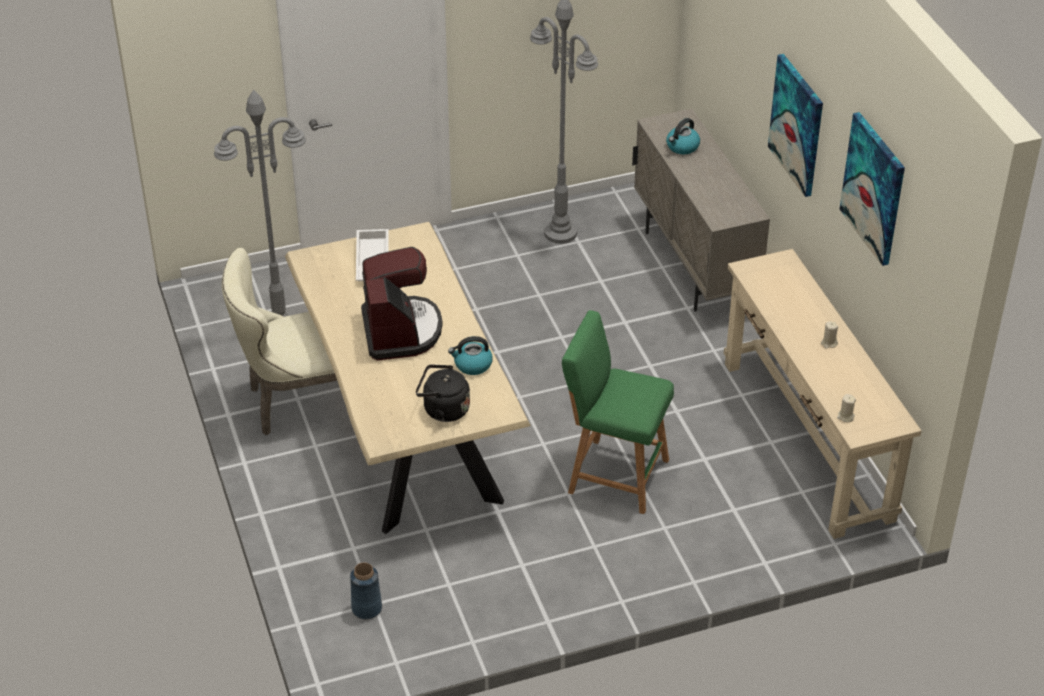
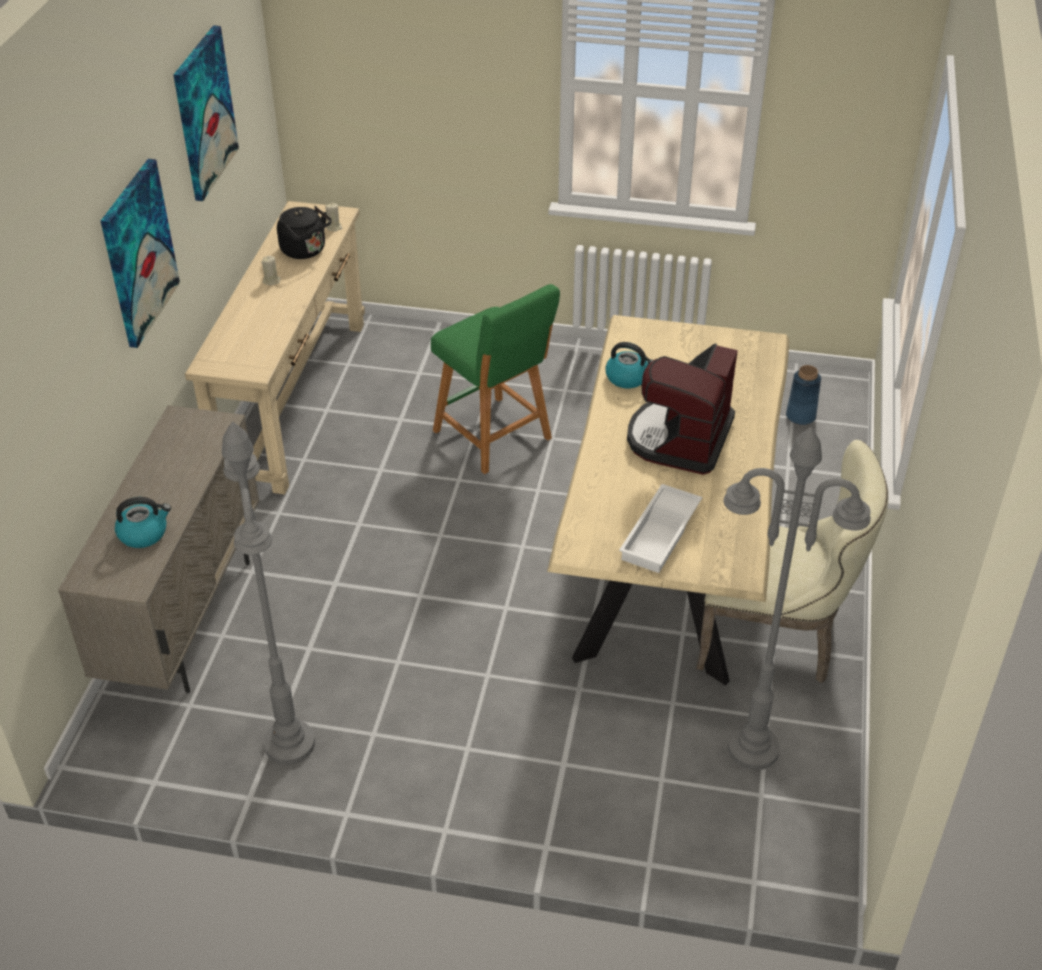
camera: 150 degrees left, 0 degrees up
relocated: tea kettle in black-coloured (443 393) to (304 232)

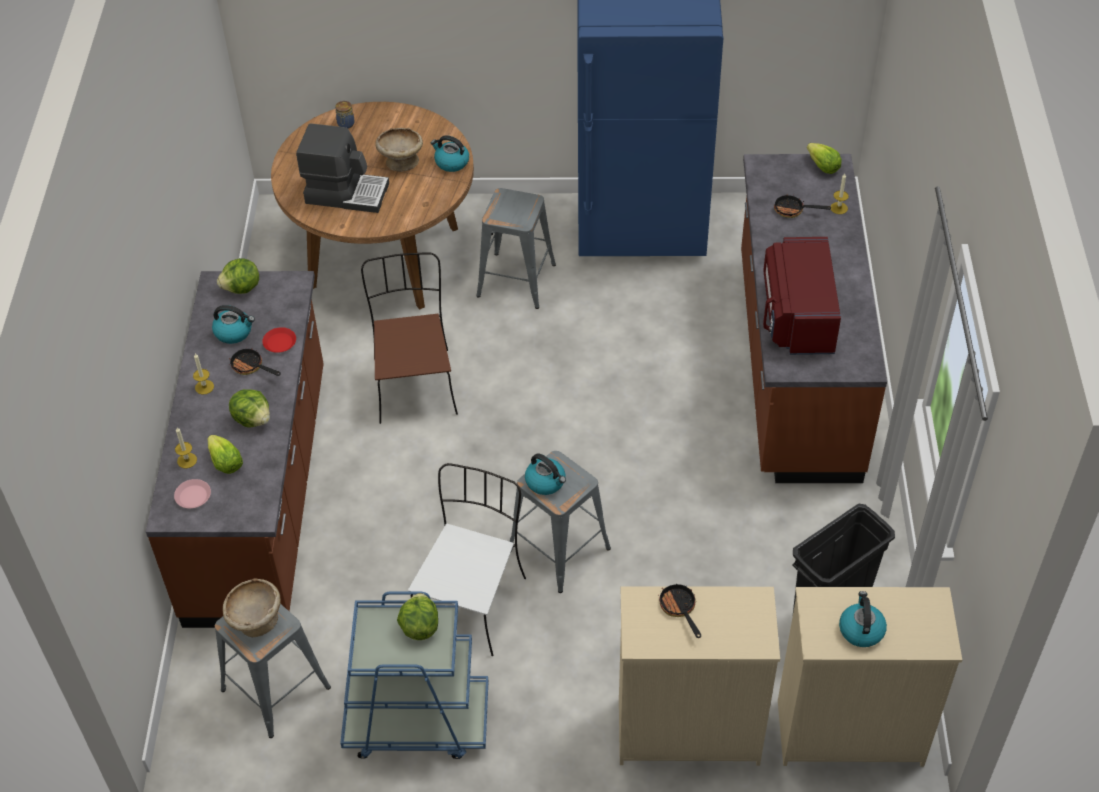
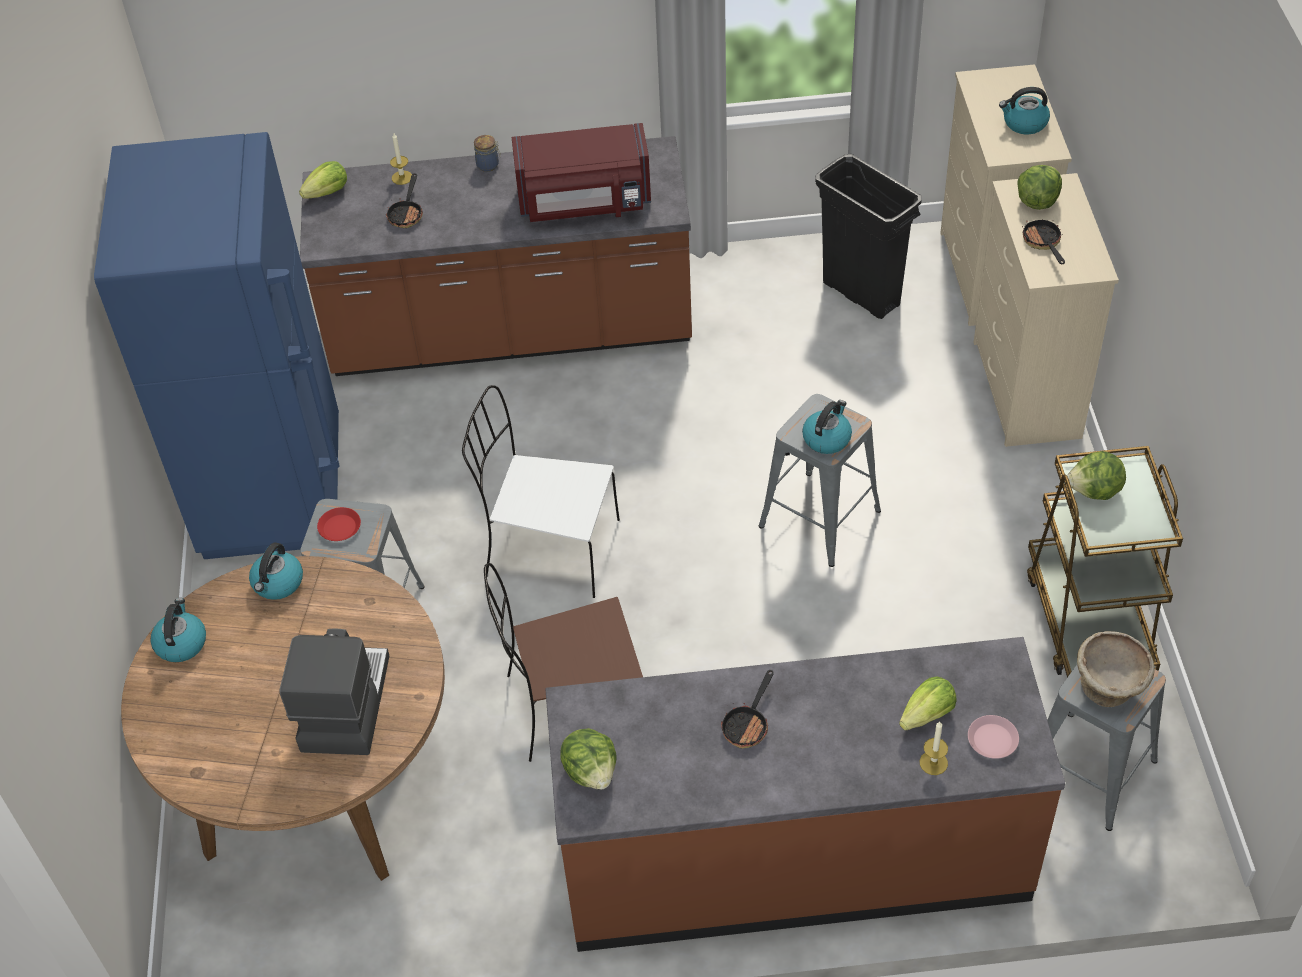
camera: 95 degrees left, 0 degrees up
missing: wax light (203 374); deep dish in sand-coloured (399 150)
relocated: tea kettle (233 324) to (178 630); lettuce (249 408) to (1039 187); plate in red (279 340) to (339 524); preserve jar (344 115) to (487 153); chair in white (467 559) to (541 491)
colour: cart in blue-coloured (414 675) to cart in brown (1105 561)
spun: pan (679 611) = (1043 241) 105 degrees clockwise

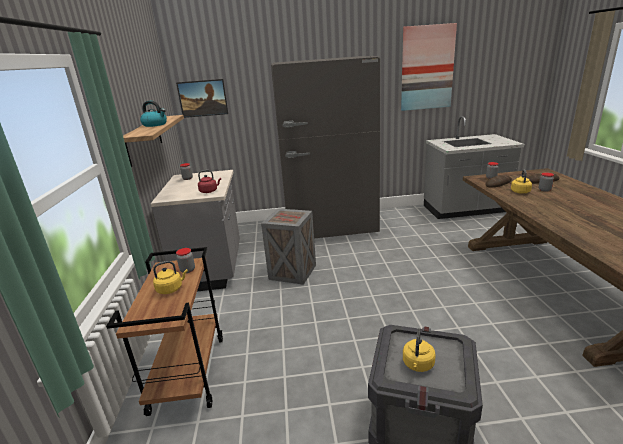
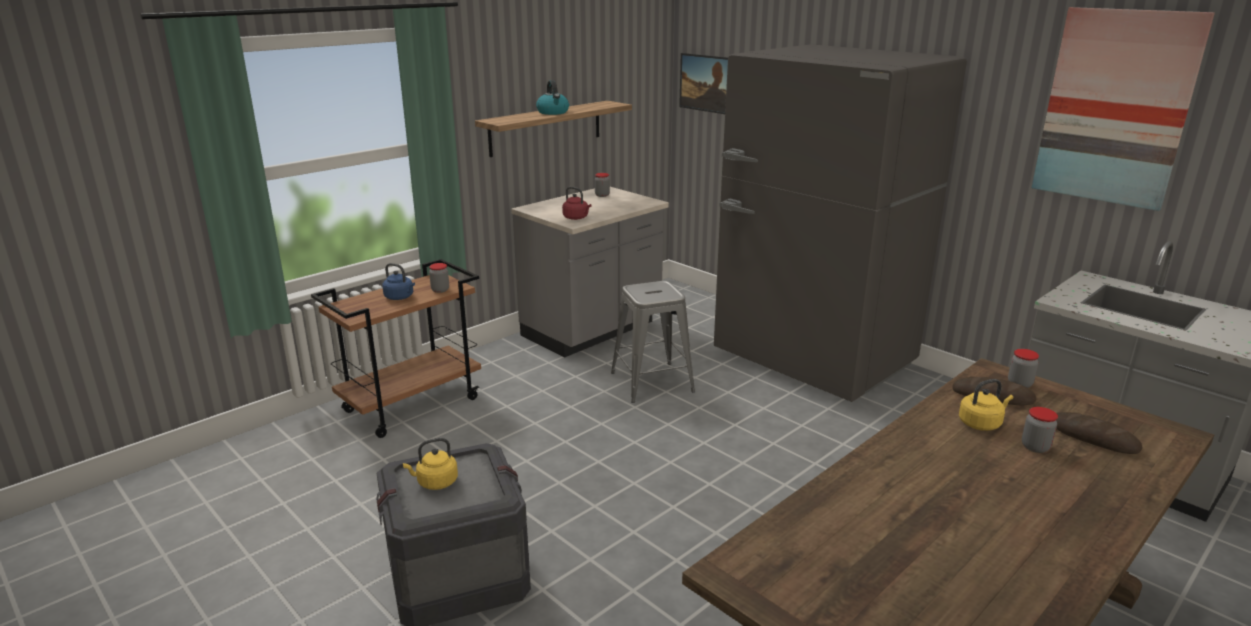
camera: 50 degrees right, 0 degrees up
exchanged: shipping crate (288 246) to sitting stool in greyish (653 342)
colour: tea kettle in yellow (170 277) to tea kettle in blue-coloured (398 281)

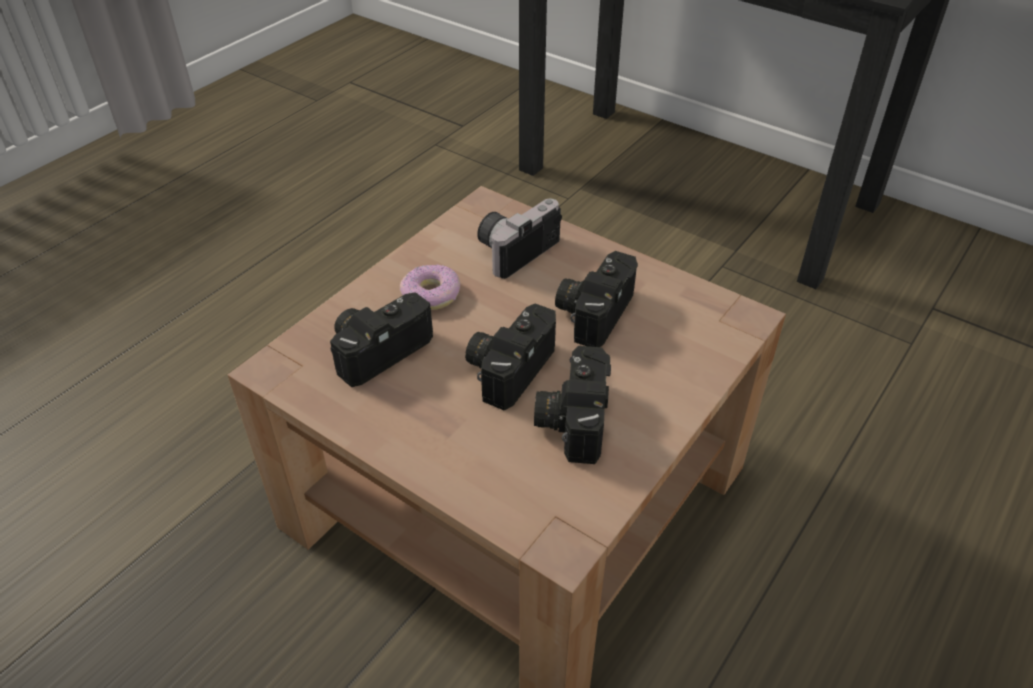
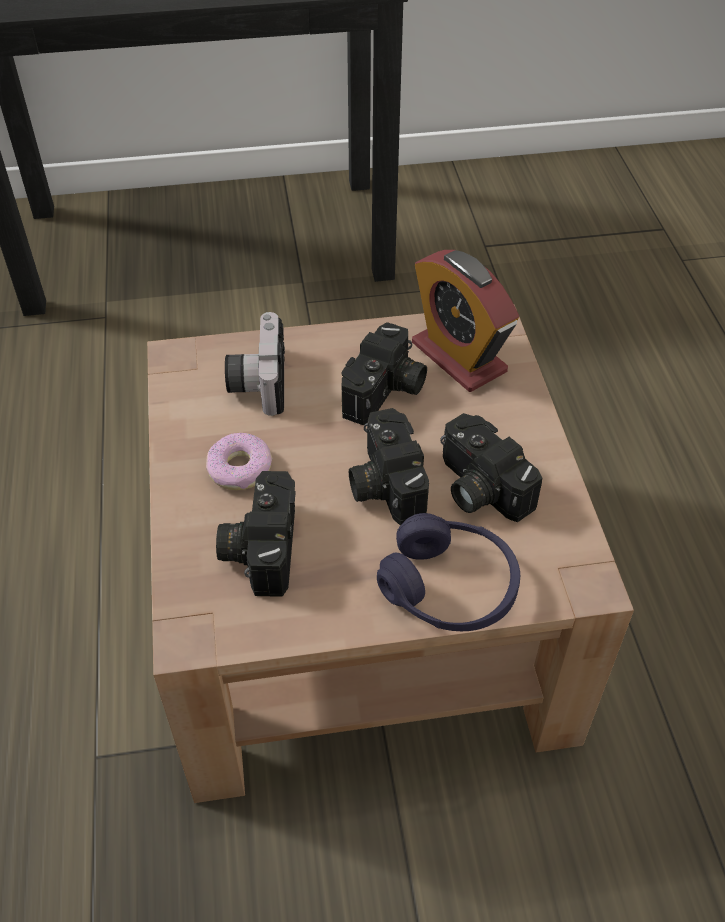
camera: 45 degrees left, 5 degrees up
appeared: pair of headphones in purple-coloured (448 572); bedside clock (465 321)
spun: still camera (596 299) = (384 373) 135 degrees counterclockwise

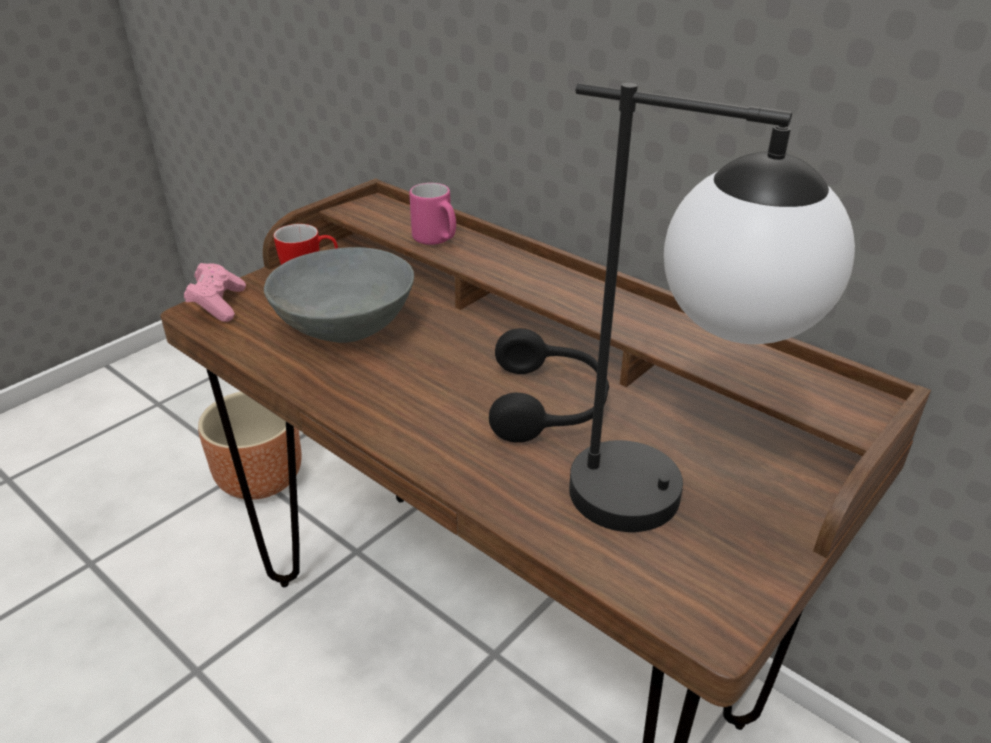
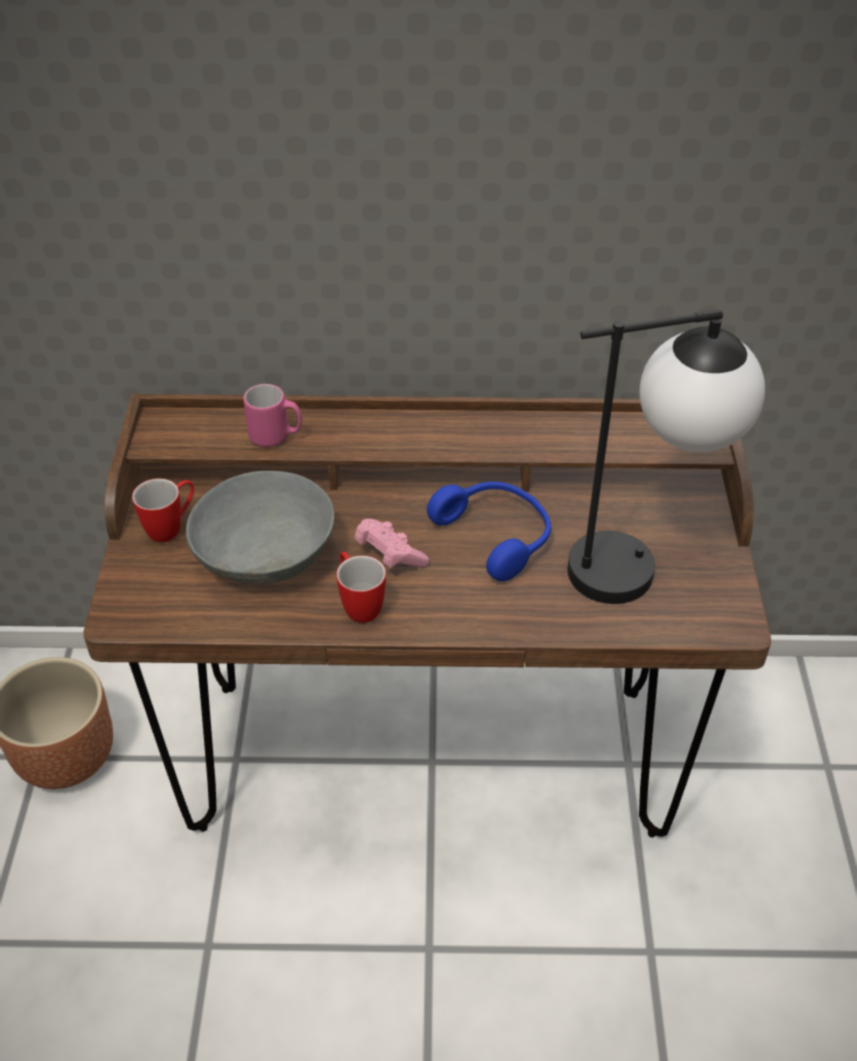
camera: 40 degrees left, 10 degrees up
appeared: tea mug (361 587)
relocated: game controller in pinkish (215 292) to (391 543)
colour: pair of headphones in black-coloured (549 385) to pair of headphones in blue-coloured (489 531)

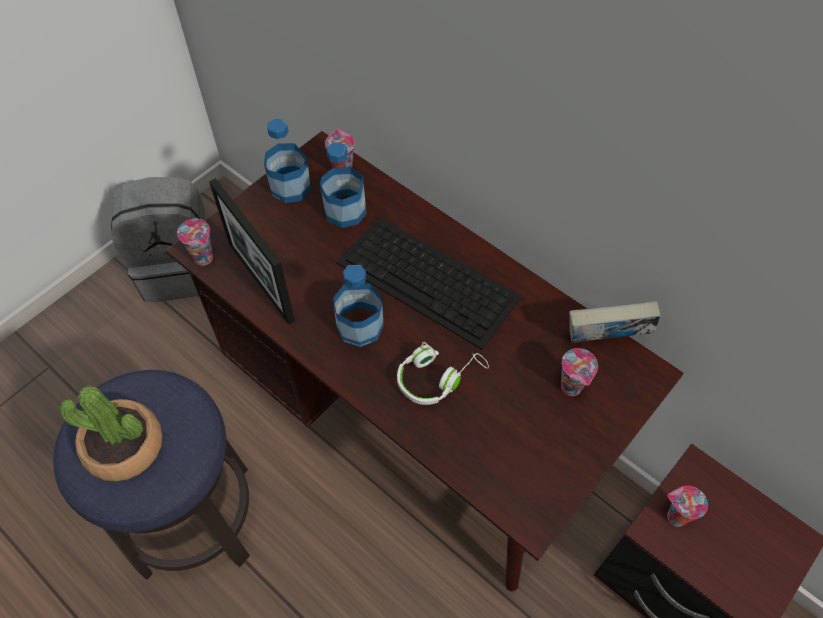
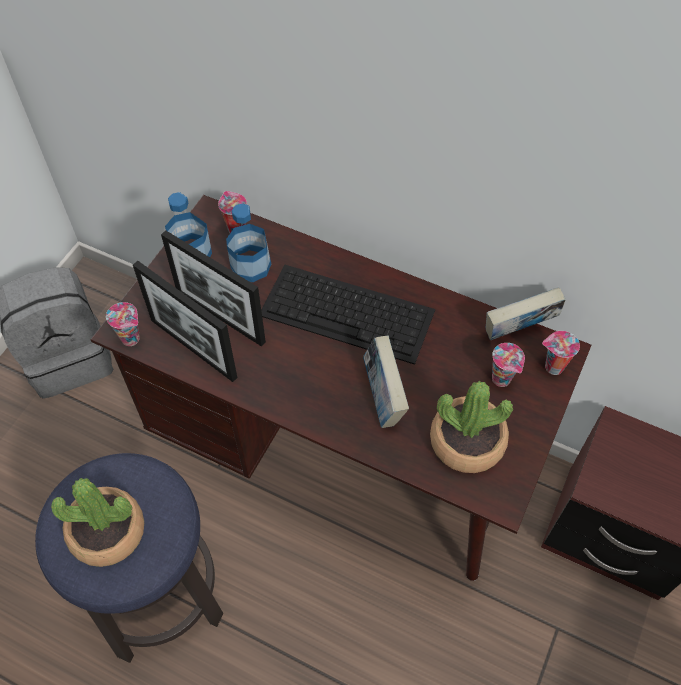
camera: 15 degrees left, 0 degrees up
missing: beverage bottle (358 306)
appeared: standing frame (213 288); potted plant (471 427)
relocated: cup (687 506) to (561 353)
exchanged: pair of headphones in white (443 373) to book (386 382)

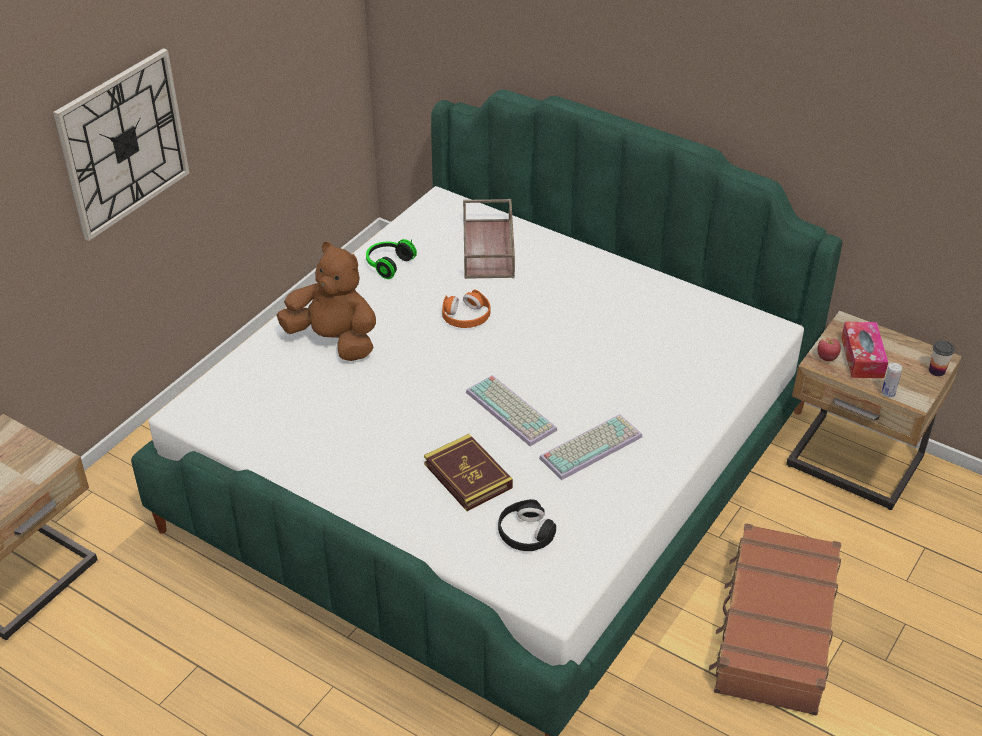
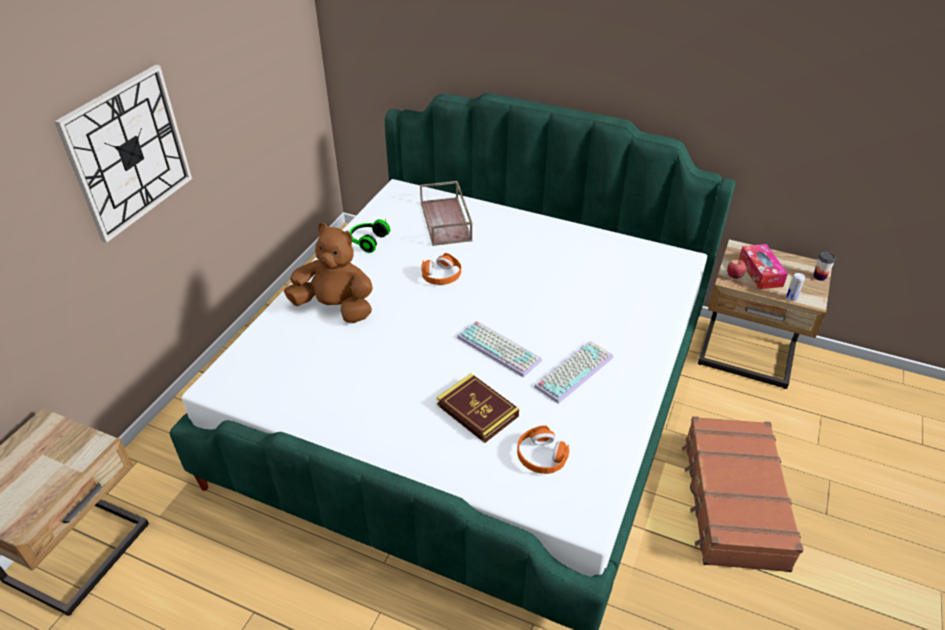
camera: 10 degrees left, 0 degrees up
colour: pair of headphones in black-coloured (527 525) to pair of headphones in orangey (543 449)

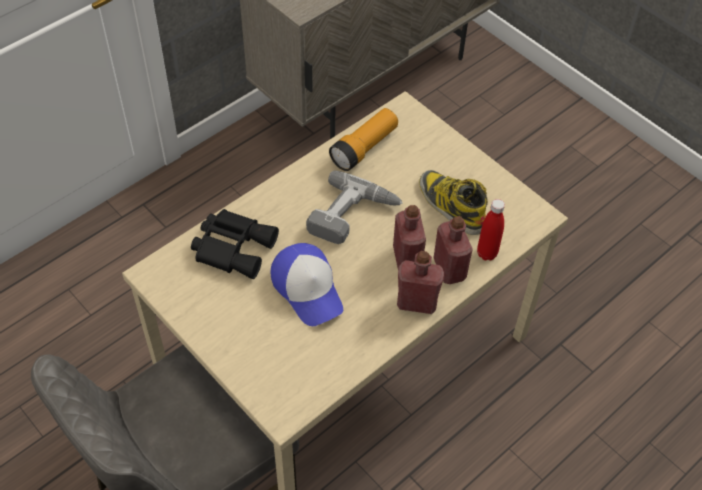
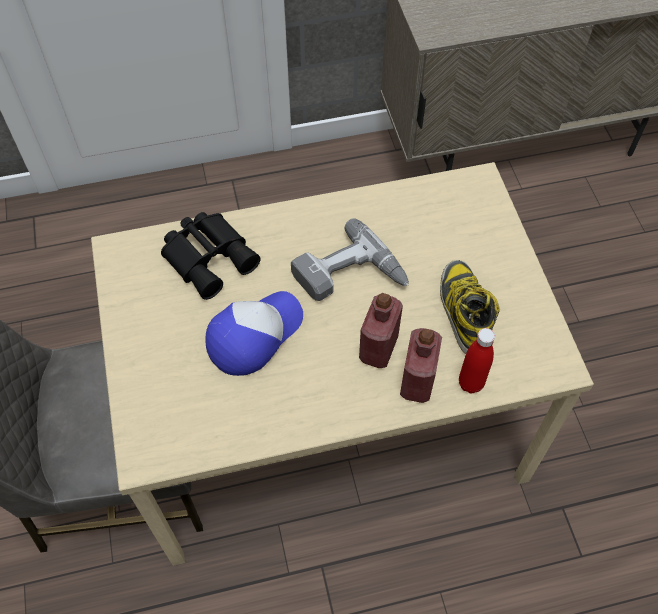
camera: 30 degrees right, 5 degrees up
missing: hand torch (363 139); beverage bottle in red (420 282)
spun: baseball cap (306 284) = (254 333) 135 degrees counterclockwise

